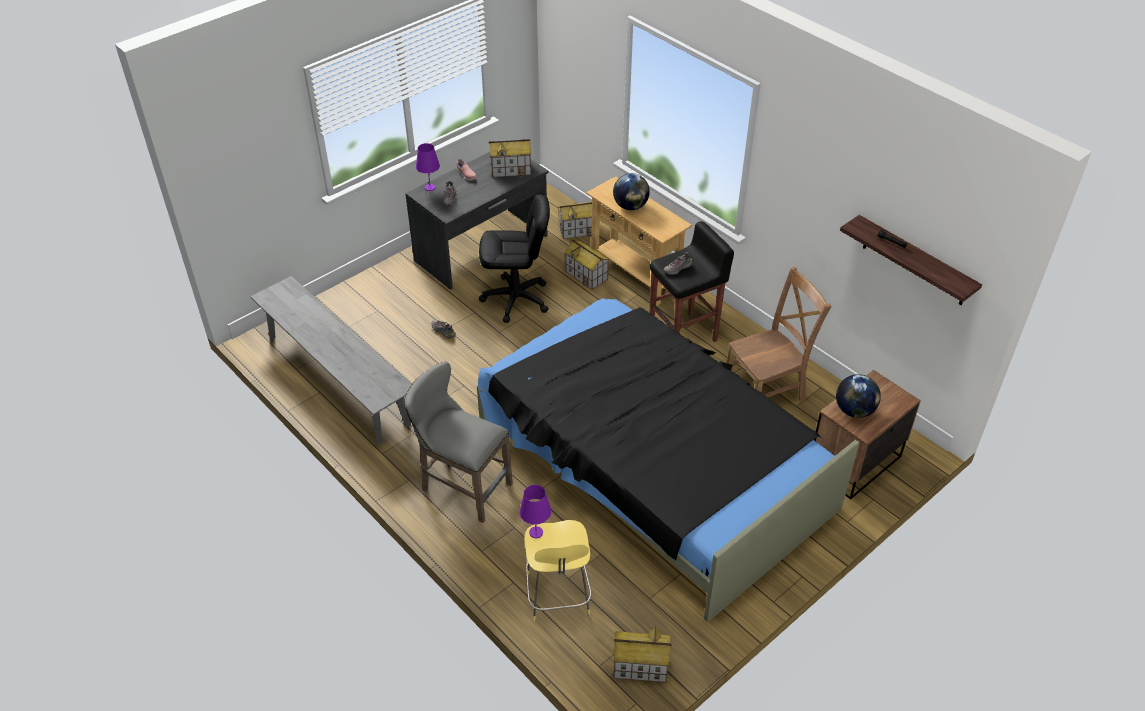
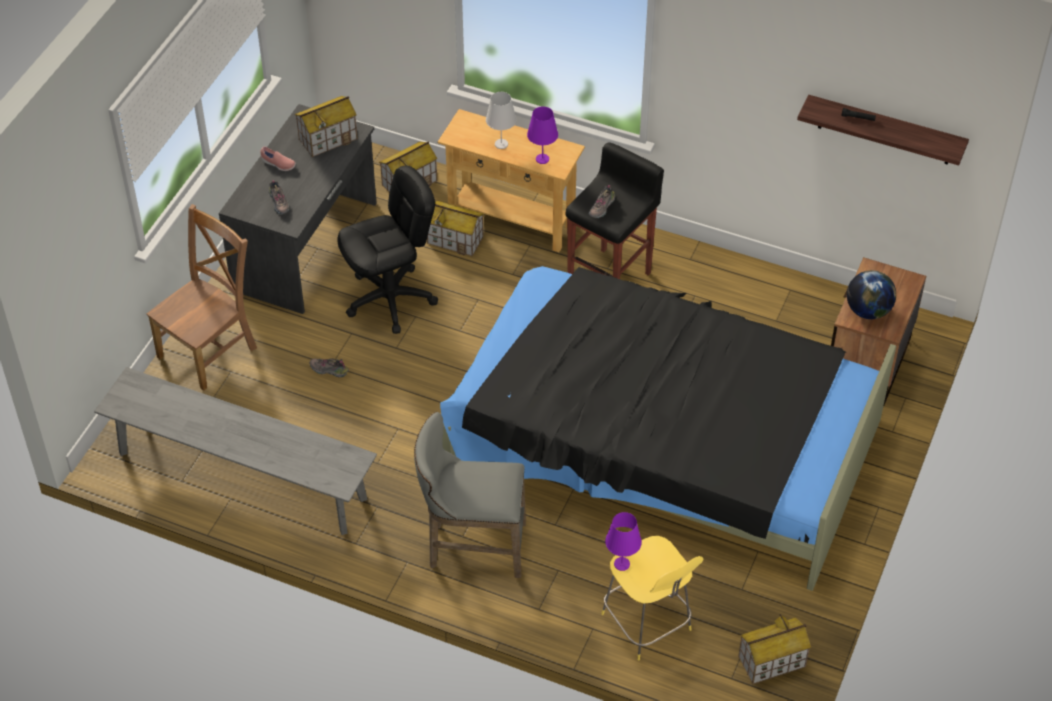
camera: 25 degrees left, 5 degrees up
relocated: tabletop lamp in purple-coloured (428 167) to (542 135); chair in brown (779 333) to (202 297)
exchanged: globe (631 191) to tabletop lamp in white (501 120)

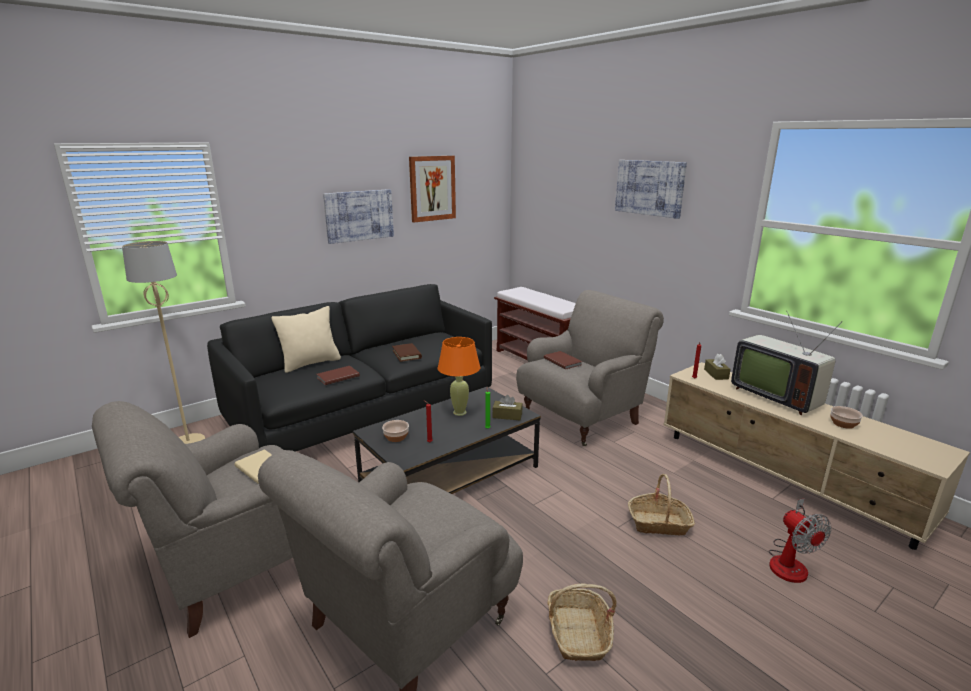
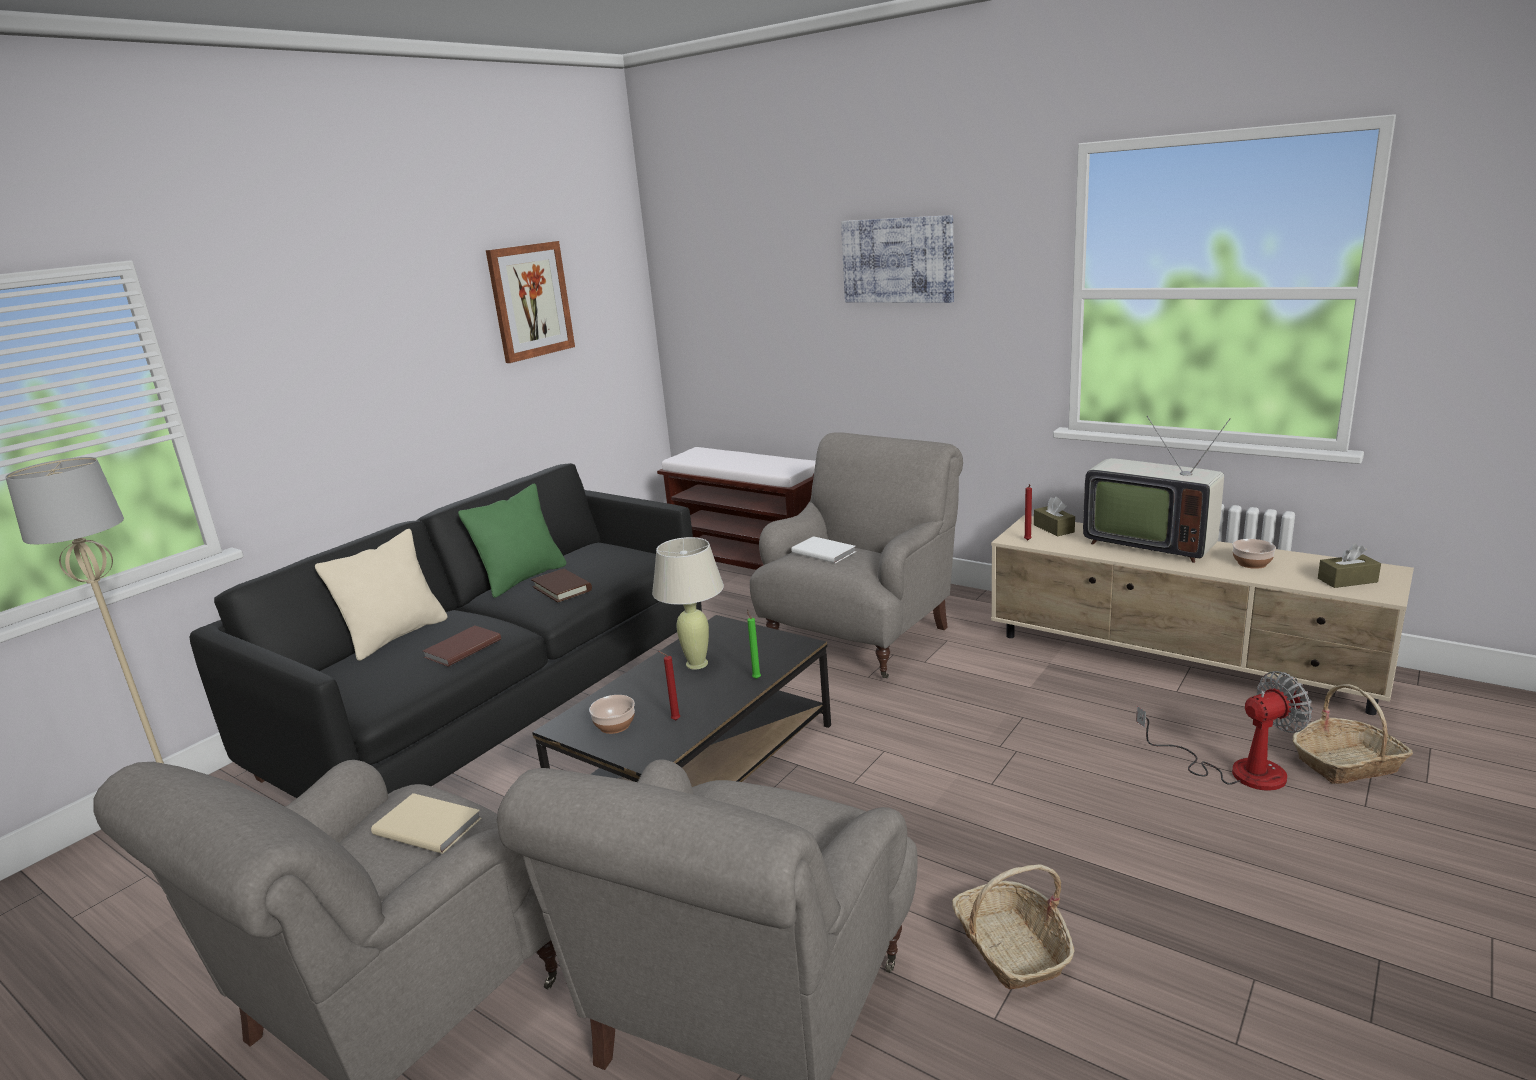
camera: 15 degrees left, 0 degrees up
missing: wall art (358 216)
appeared: pillow in green (512 541)
relocated: tissue holder in brown (507 407) to (1349 565); basket (661 505) to (1352 734)
colour: tabletop lamp in orangey (459 376) to tabletop lamp in sand-coloured (688 603); book in brown (563 360) to book in white (823 549)
spun: electric fan (800 540) = (1224 731) 75 degrees counterclockwise

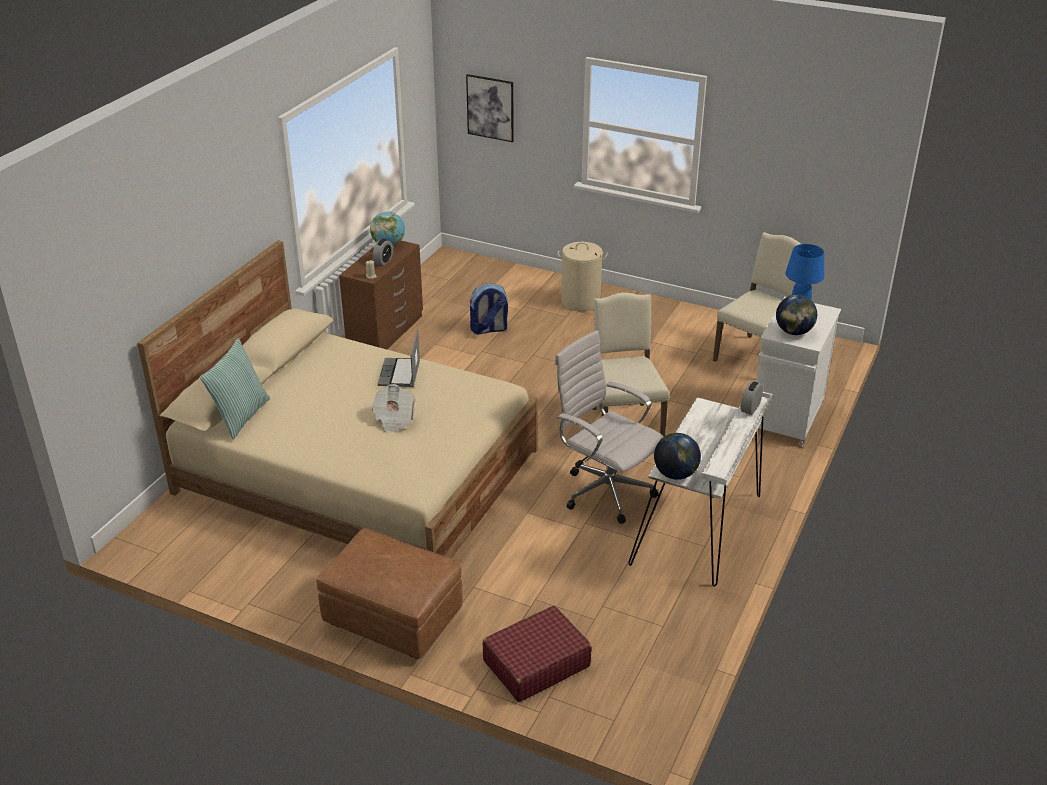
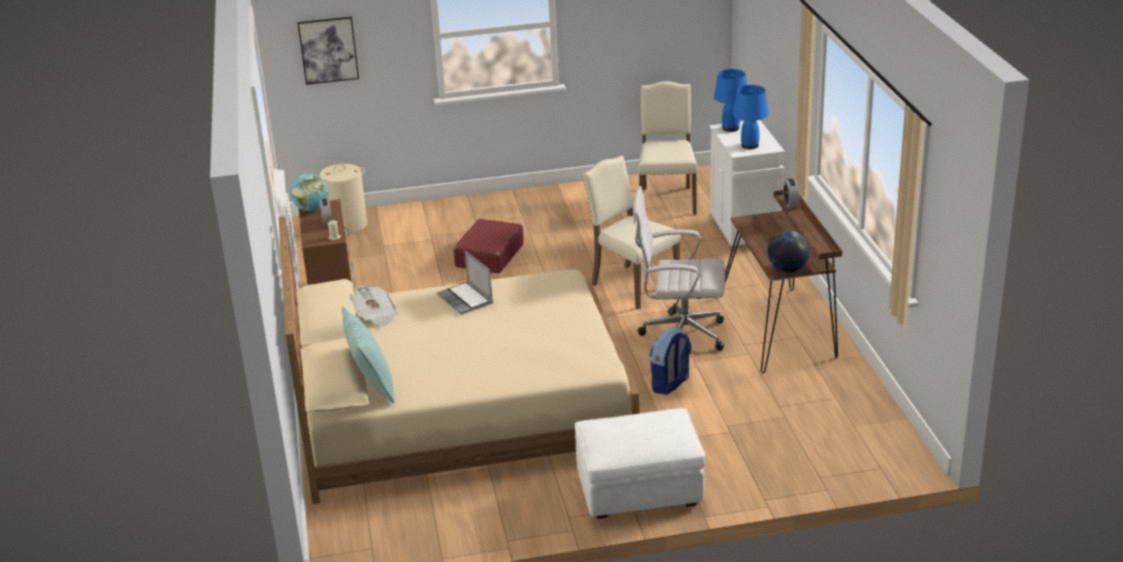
camera: 35 degrees left, 5 degrees down
relocated: daily paper (394 408) to (374 307); knapsack (489 309) to (670 361); suitcase in red (537 654) to (489 246); laundry basket in sand-coloured (582 276) to (343 199)
exchanged: globe (796 314) to tabletop lamp in blue-coloured (751 117)
colour: pouffe in brown (389 593) to pouffe in white (640 463); desk unit in white (700 489) to desk unit in brown (783 281)

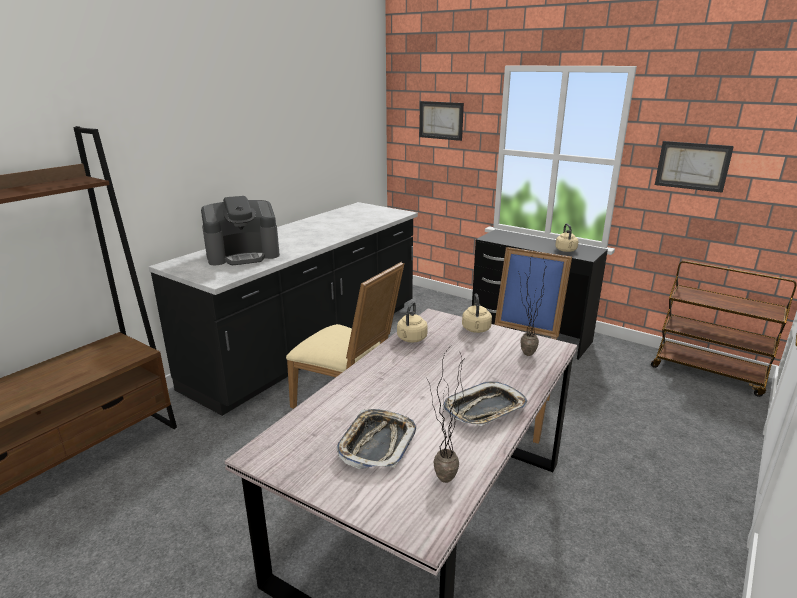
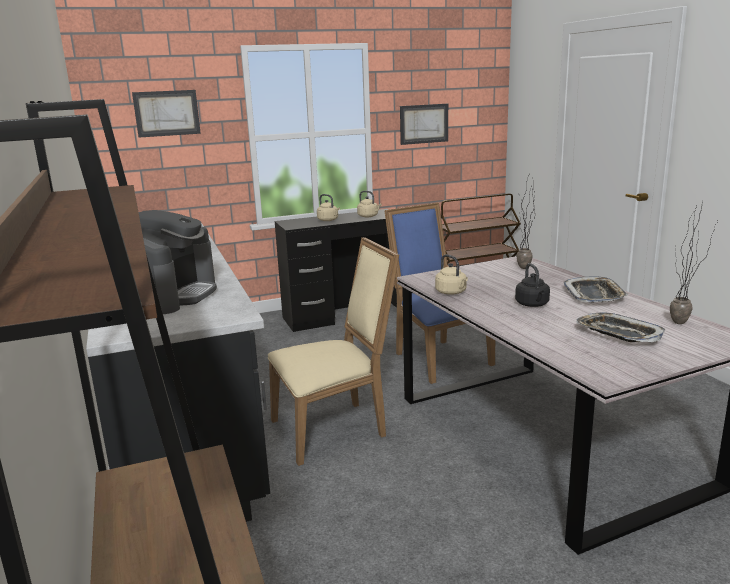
camera: 55 degrees left, 5 degrees down
appeared: tea kettle in black-coloured (532 285)
relocated: tea kettle in sand-coloured (477 313) to (328 207)

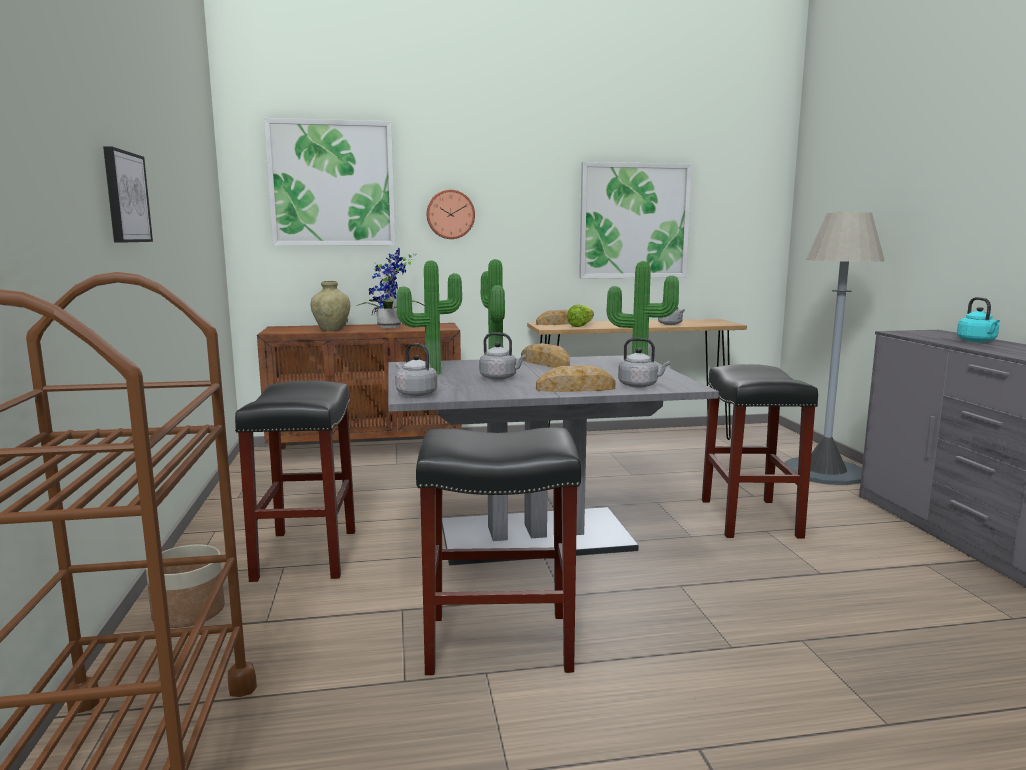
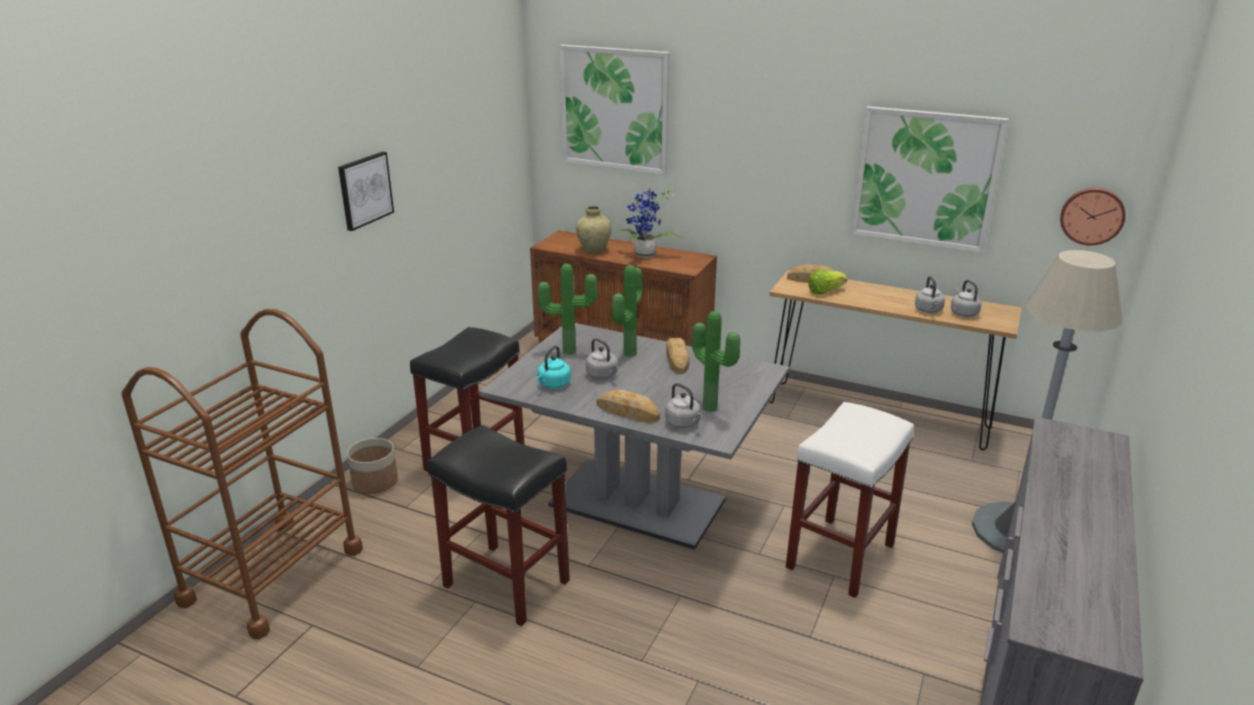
camera: 35 degrees right, 15 degrees up
relocated: tea kettle in greyish (416 369) to (966 298); clock on the wall (450 214) to (1093 216); tea kettle in turquoise-coloured (978 319) to (553 367)
colour: sitting stool in black-coloured (760 451) to sitting stool in white (850 500)

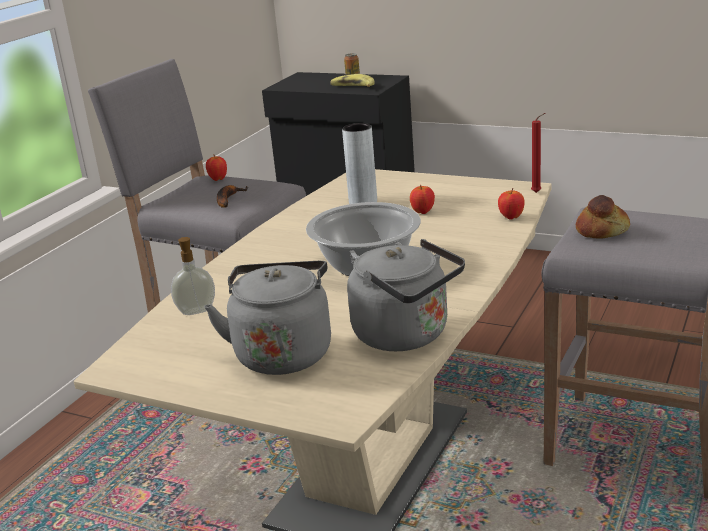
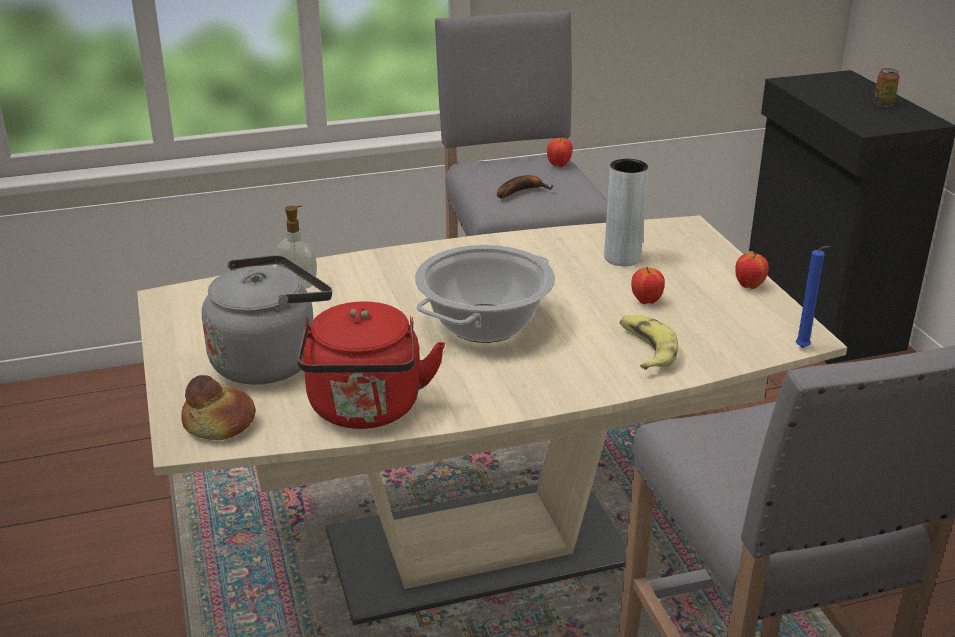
camera: 45 degrees right, 5 degrees up
relocated: banana (352 80) to (649 342); apple (511 204) to (752 270); bread (603 217) to (218 407)
colour: tea kettle in greyish (406 295) to tea kettle in red (371 365); wax light in red (538 153) to wax light in blue-coloured (813 297)

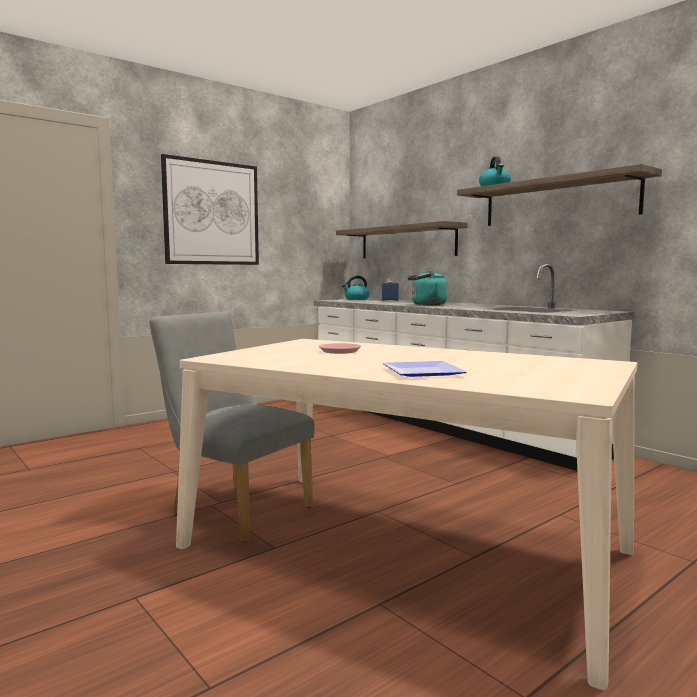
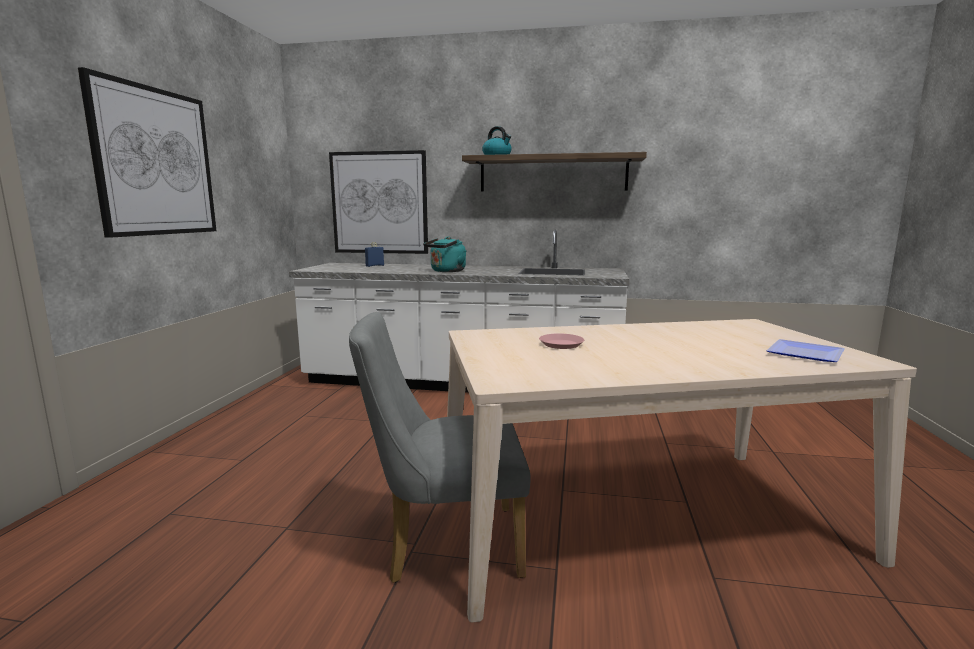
camera: 40 degrees left, 5 degrees up
missing: tea kettle (356 288)
relocated: plate (425 369) to (805 350)
exchanged: bracket shelf (402 239) to wall art (378 202)

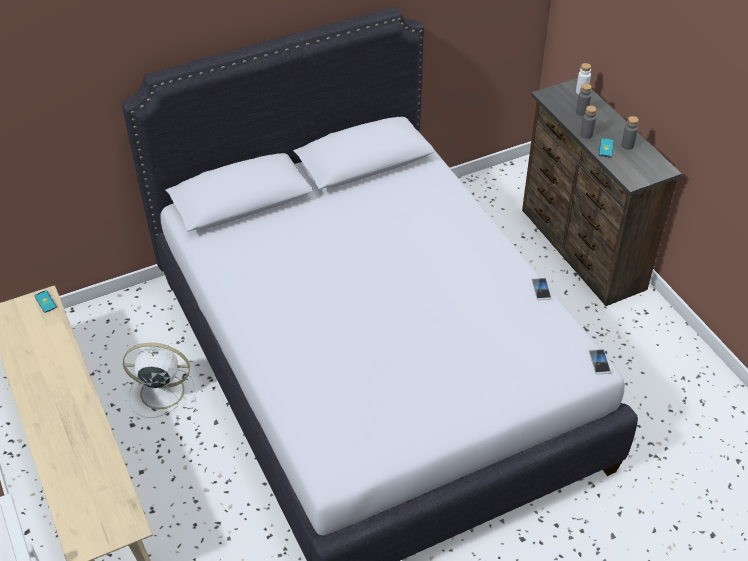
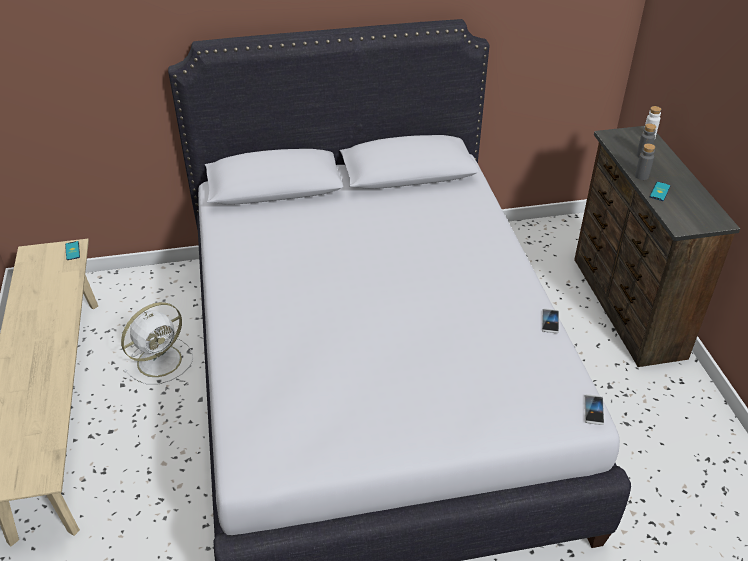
camera: 15 degrees right, 5 degrees down
missing: beverage bottle in greyish (630 133)
spun: electric fan in white (159 380) = (157 343) 120 degrees clockwise

